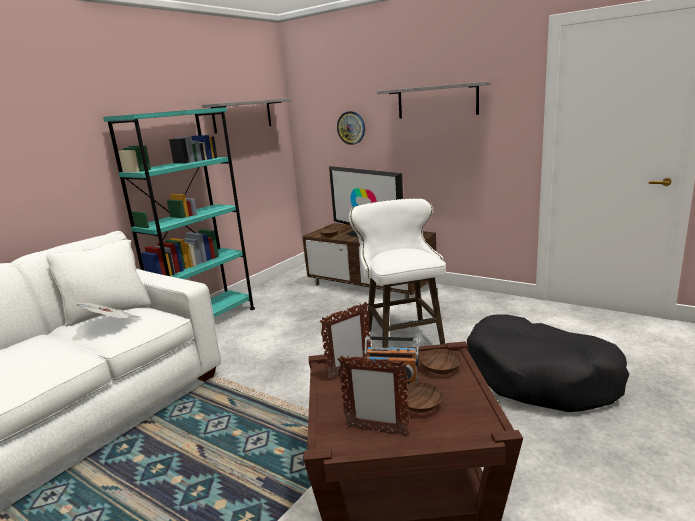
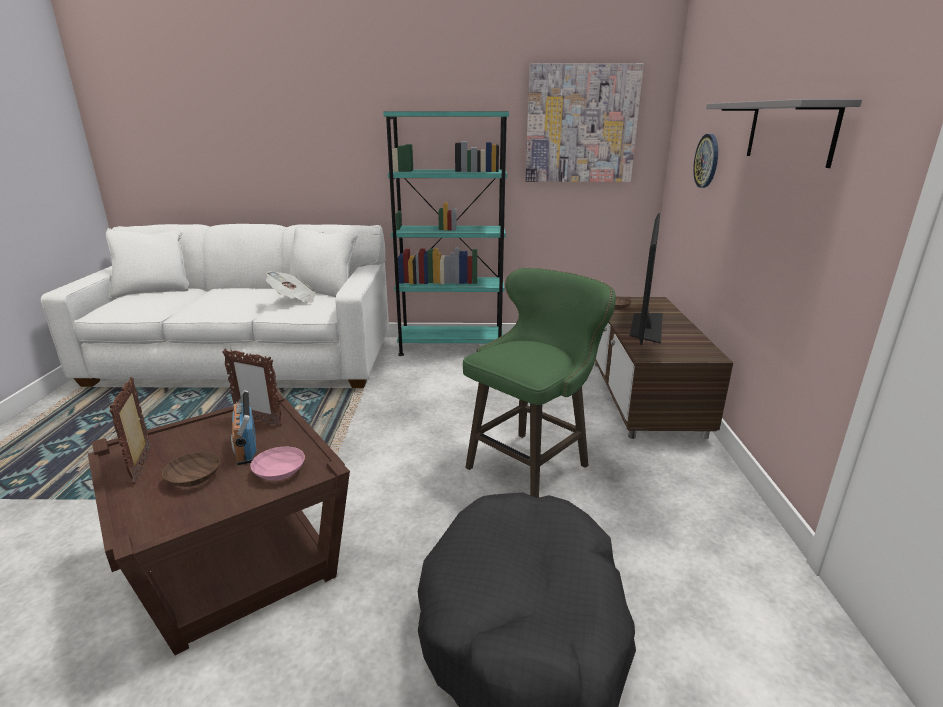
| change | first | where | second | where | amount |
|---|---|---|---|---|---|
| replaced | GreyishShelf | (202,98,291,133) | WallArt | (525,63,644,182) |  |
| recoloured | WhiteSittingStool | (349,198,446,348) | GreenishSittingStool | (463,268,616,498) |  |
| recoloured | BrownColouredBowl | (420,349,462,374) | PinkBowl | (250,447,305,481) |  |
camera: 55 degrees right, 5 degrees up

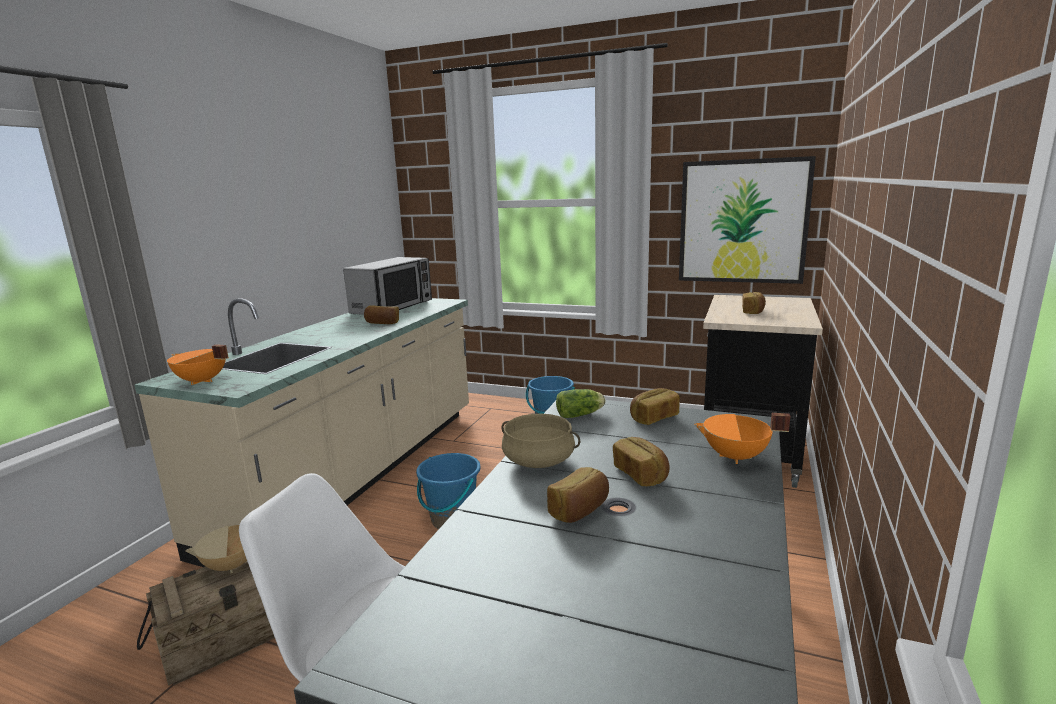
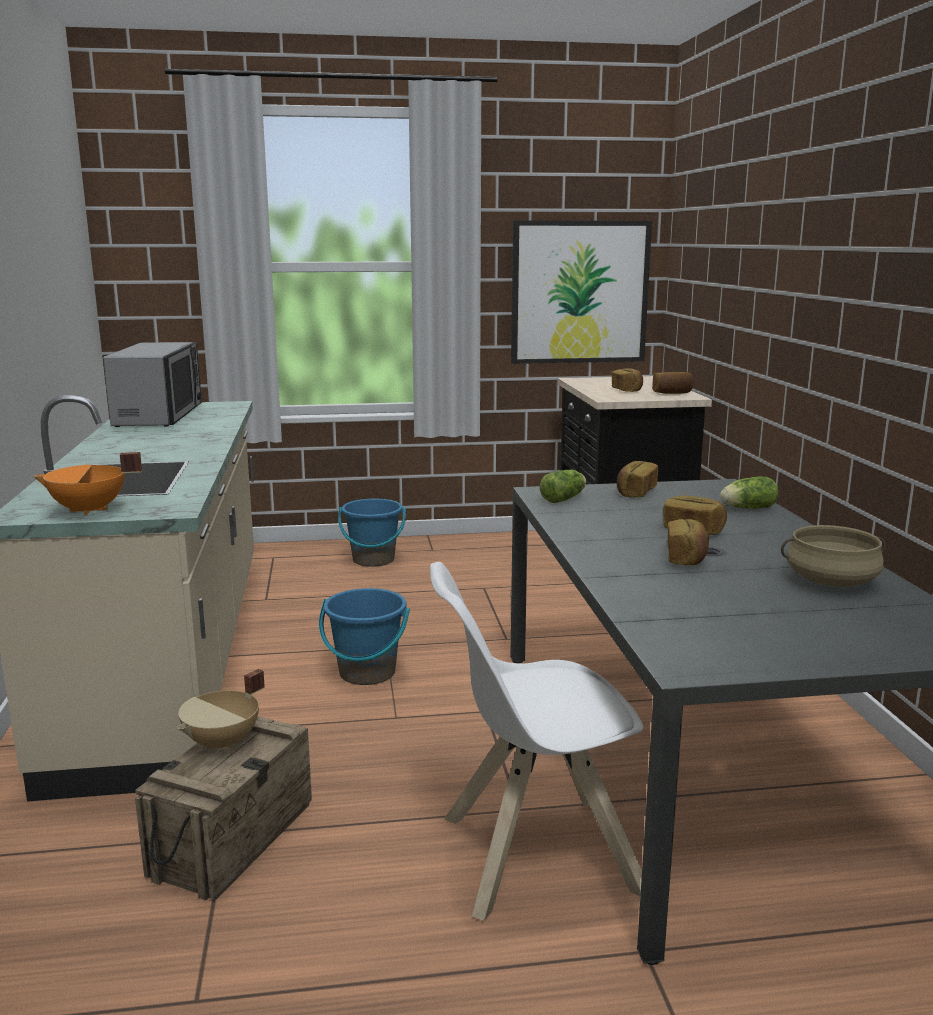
| change | first | where | second | where | amount |
|---|---|---|---|---|---|
| moved | BakedBread | (364,305,399,324) |  | (652,372,694,394) |  |
| replaced | OrangeColouredSaucepot | (694,413,790,464) | Lettuce | (720,476,778,509) |  |
| moved | BeigeColouredSaucepot | (502,414,581,468) |  | (781,525,886,587) |  |
camera: 30 degrees left, 0 degrees up

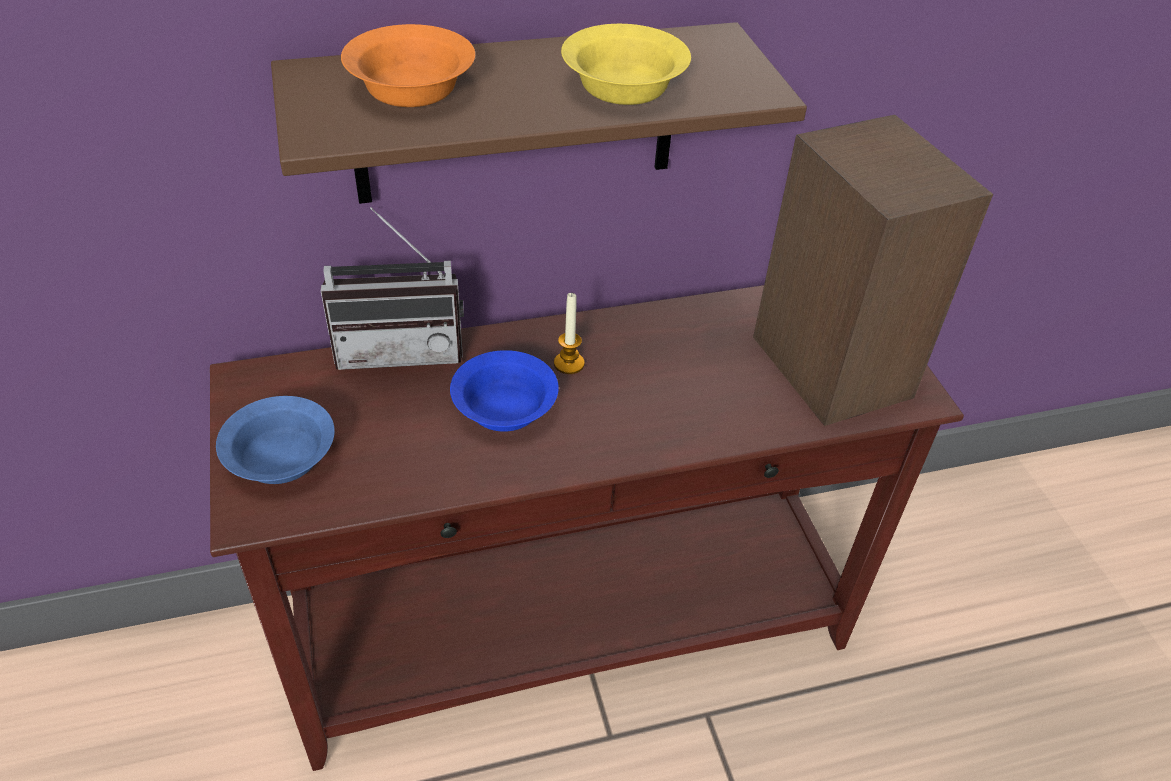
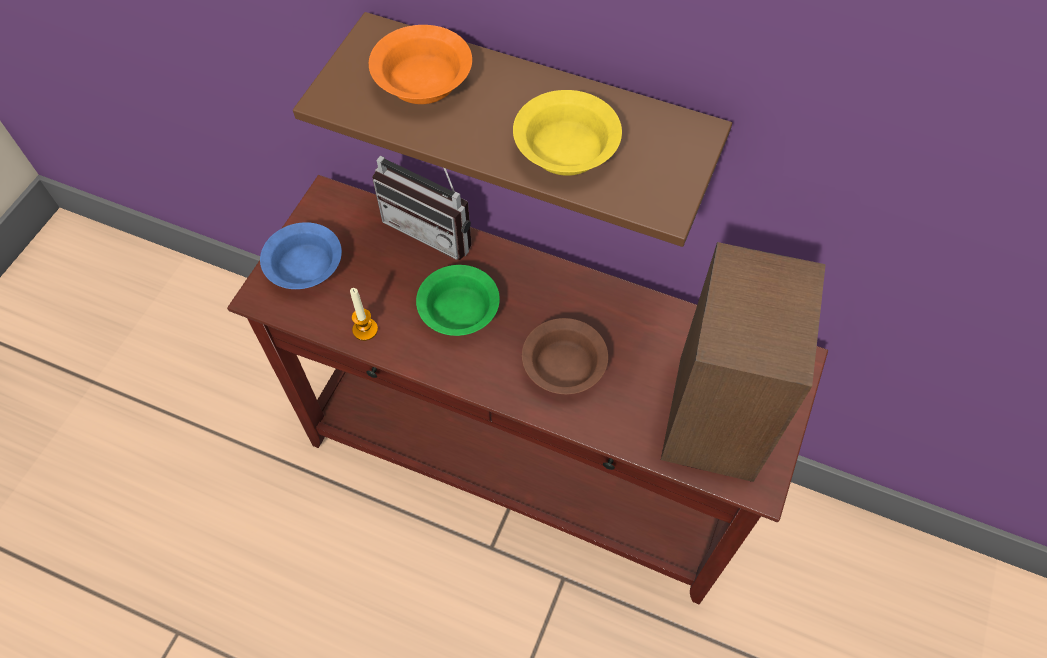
| change | first | where | second | where | amount |
|---|---|---|---|---|---|
| moved | WaxLight | (554,293,585,374) |  | (350,288,378,341) |  |
| recoloured | BlueBowl | (450,350,559,432) | GreenishBowl | (416,265,500,336) |  |
| added |  |  | BrownColouredBowl | (522,318,608,394) |  |
camera: 40 degrees right, 15 degrees up

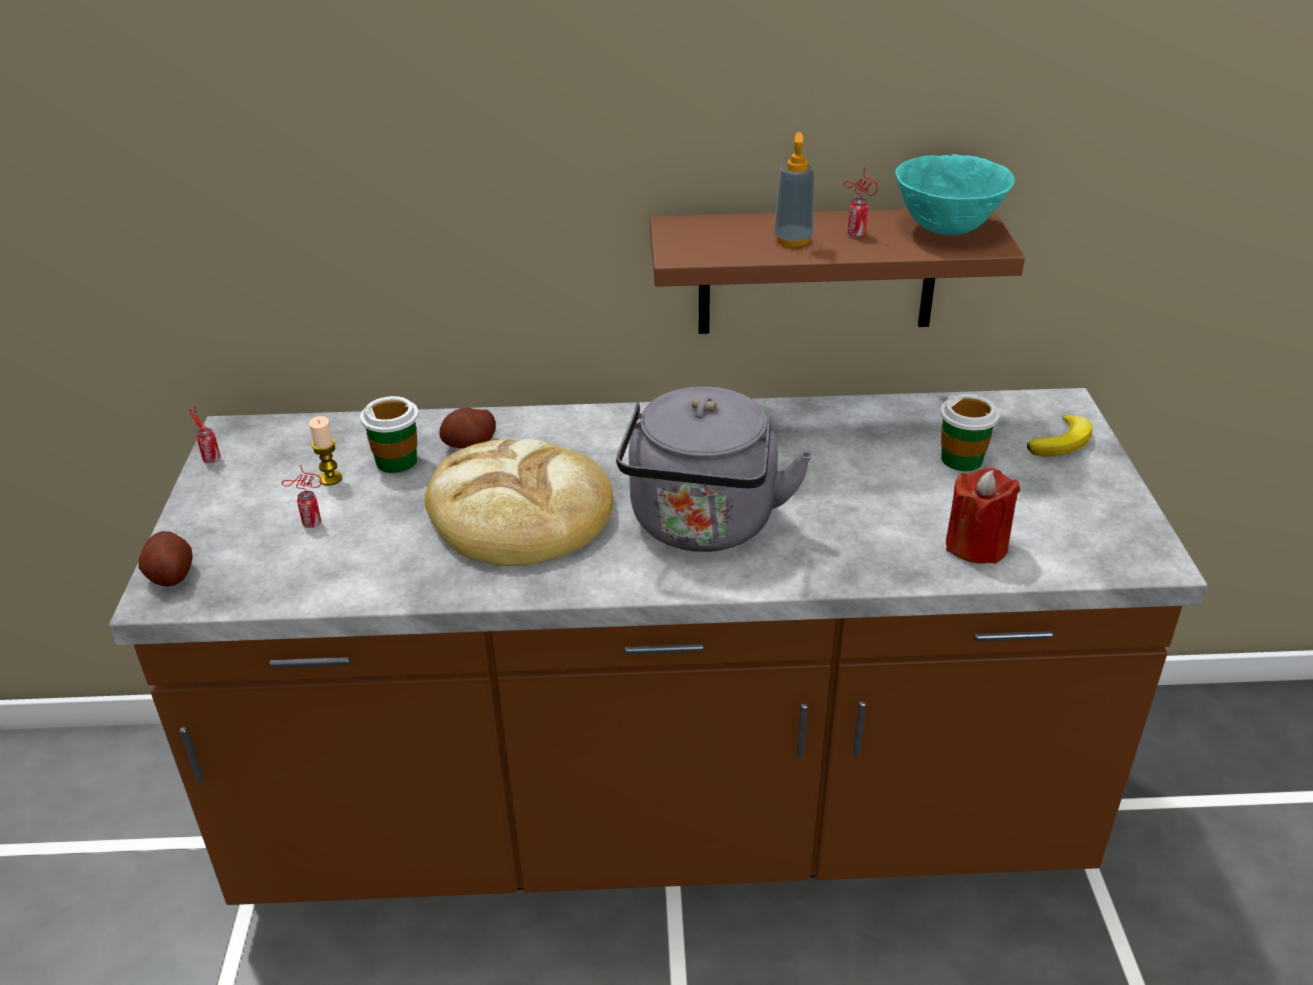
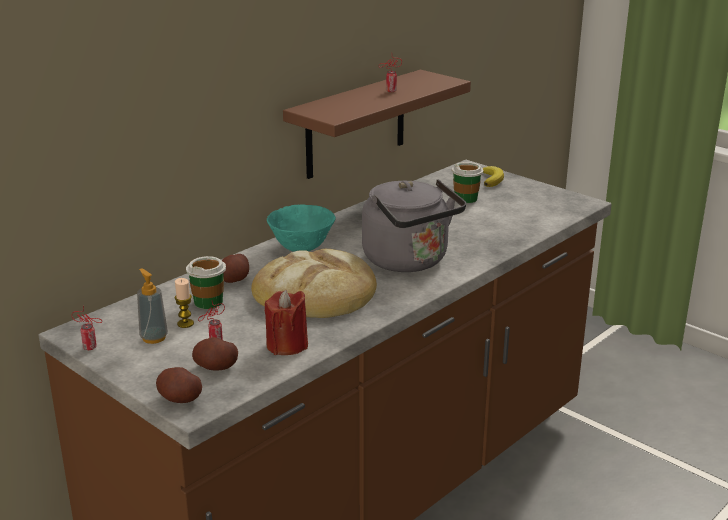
| change | first | where | second | where | amount |
|---|---|---|---|---|---|
| moved | LiquidSoapBottle | (774,132,815,247) |  | (137,268,168,344) |  |
| moved | TurquoiseBowl | (895,154,1015,235) |  | (267,204,336,252) |  |
| moved | ReddishWaxLight | (946,467,1020,564) |  | (265,290,308,355) |  |
| added |  |  | Potato | (192,337,238,370) |  |
camera: 45 degrees left, 10 degrees down

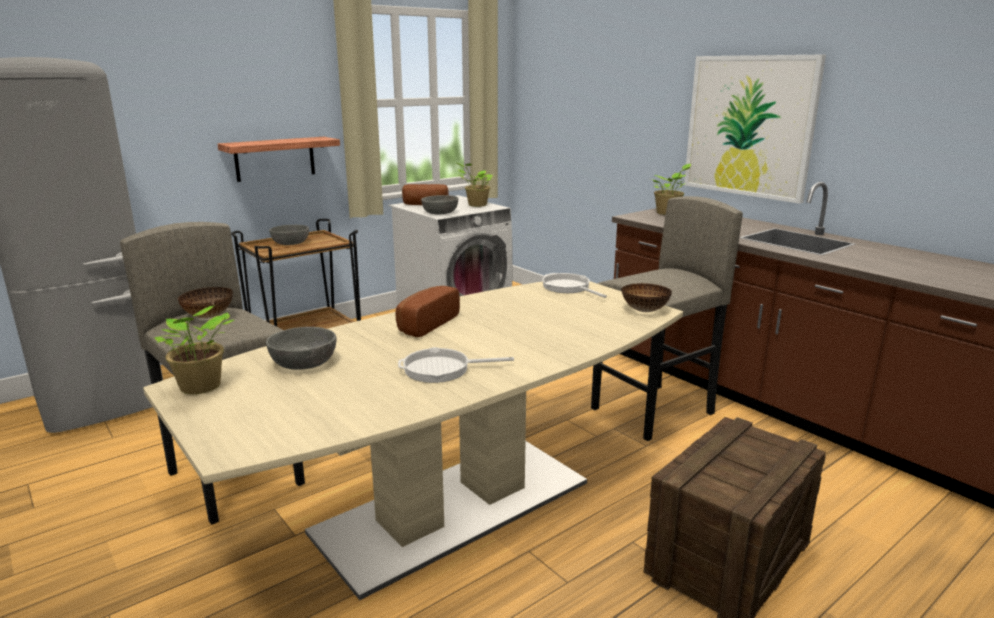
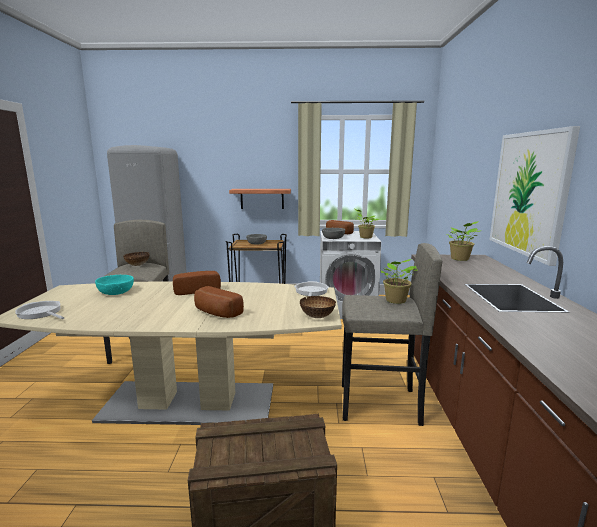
| change | first | where | second | where | amount |
|---|---|---|---|---|---|
| moved | Houseplant | (154,305,234,394) |  | (381,259,418,304) |  |
| recoloured | GreyishBowl | (266,327,337,370) | TurquoiseBowl | (95,275,134,295) |  |
| moved | Pan | (398,347,514,383) |  | (15,301,65,319) |  |
| added |  |  | BakedBread | (194,286,244,318) |  |
camera: 40 degrees right, 5 degrees down

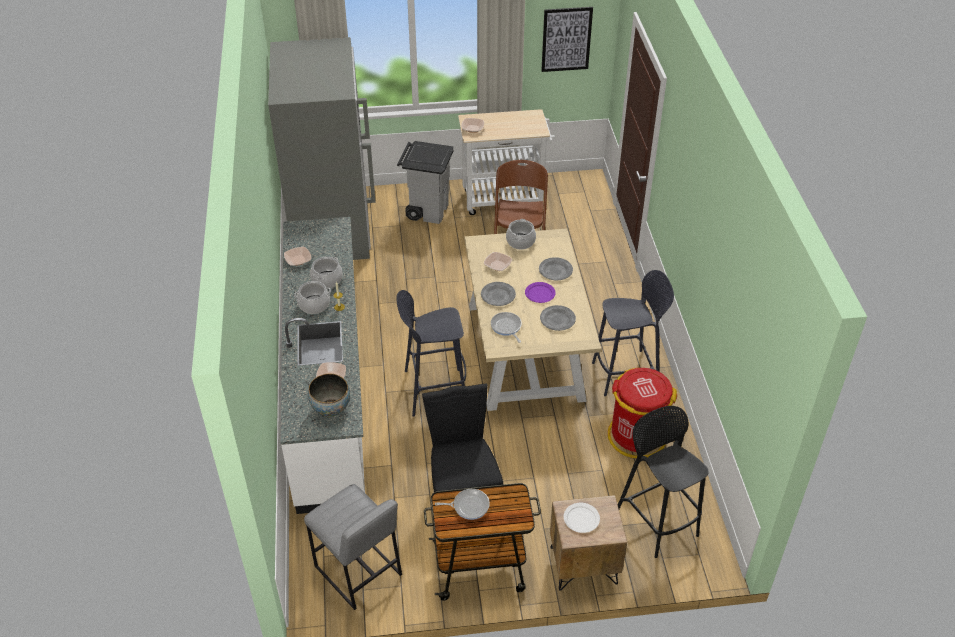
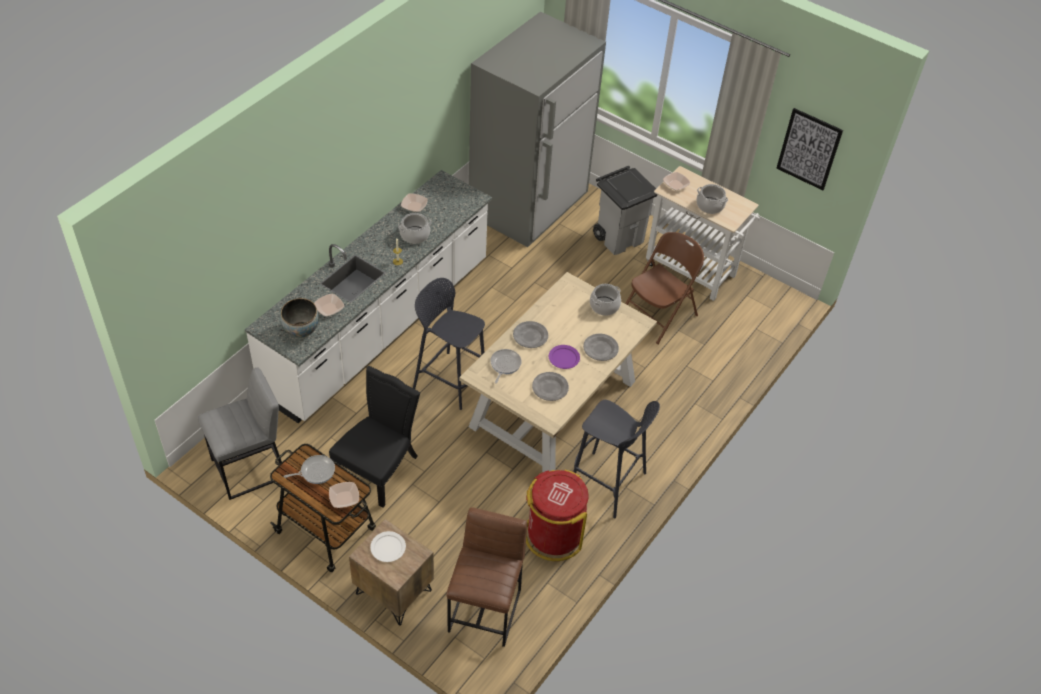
| change | first | where | second | where | amount |
|---|---|---|---|---|---|
| moved | Bowl | (484,252,512,271) |  | (329,482,359,508) |  |
| moved | Saucepot | (294,281,331,314) |  | (696,184,728,214) |  |
| replaced | BlackColouredSittingStool | (618,406,709,558) | BrownColouredUprightChair | (446,507,528,647) |  |
| turned | GreyishUprightChair | (304,484,402,610) |  | (198,367,282,500) | 120 degrees counterclockwise |
| turned | Pan | (435,489,490,520) |  | (284,455,335,484) | 60 degrees counterclockwise |
camera: 40 degrees right, 5 degrees up

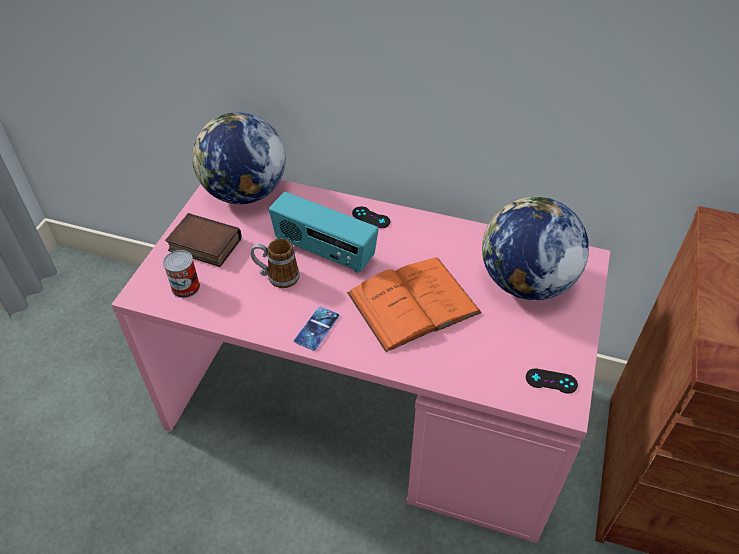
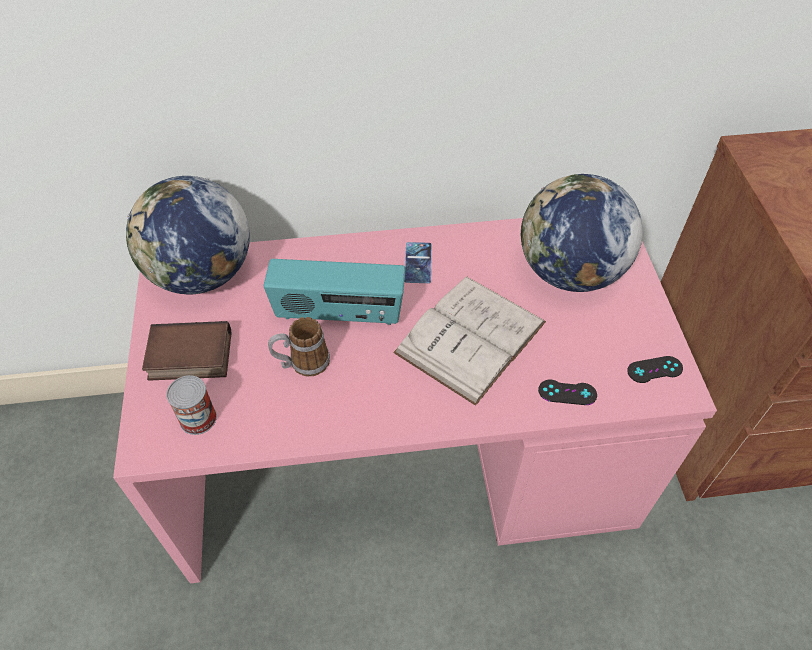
| change | first | where | second | where | amount |
|---|---|---|---|---|---|
| moved | BlackColouredGameController | (352,206,390,228) |  | (538,379,597,405) |  |
| recoloured | OrangeColouredBook | (347,257,482,352) | WhiteBook | (393,276,546,406) |  |
| moved | Telephone | (294,307,340,351) |  | (404,242,432,283) |  |
camera: 25 degrees left, 5 degrees up

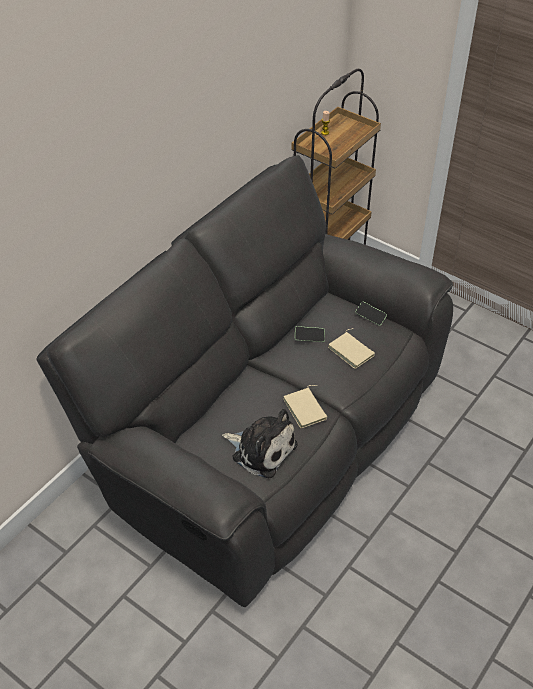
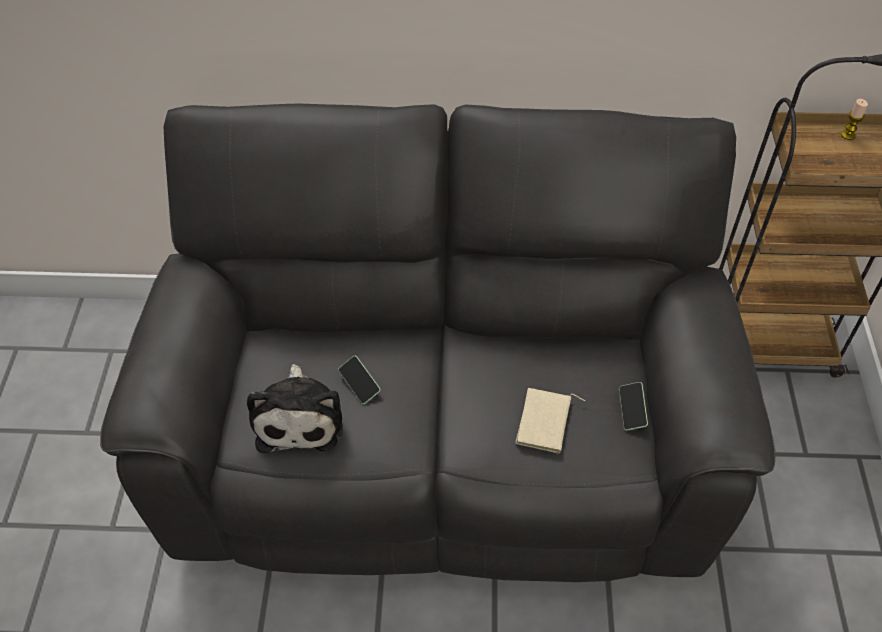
| change | first | where | second | where | amount |
|---|---|---|---|---|---|
| moved | Telephone | (295,326,325,342) |  | (338,356,381,404) |  |
| removed | BeigeColouredBook | (284,385,327,428) |  |  |  |
camera: 55 degrees right, 5 degrees up

